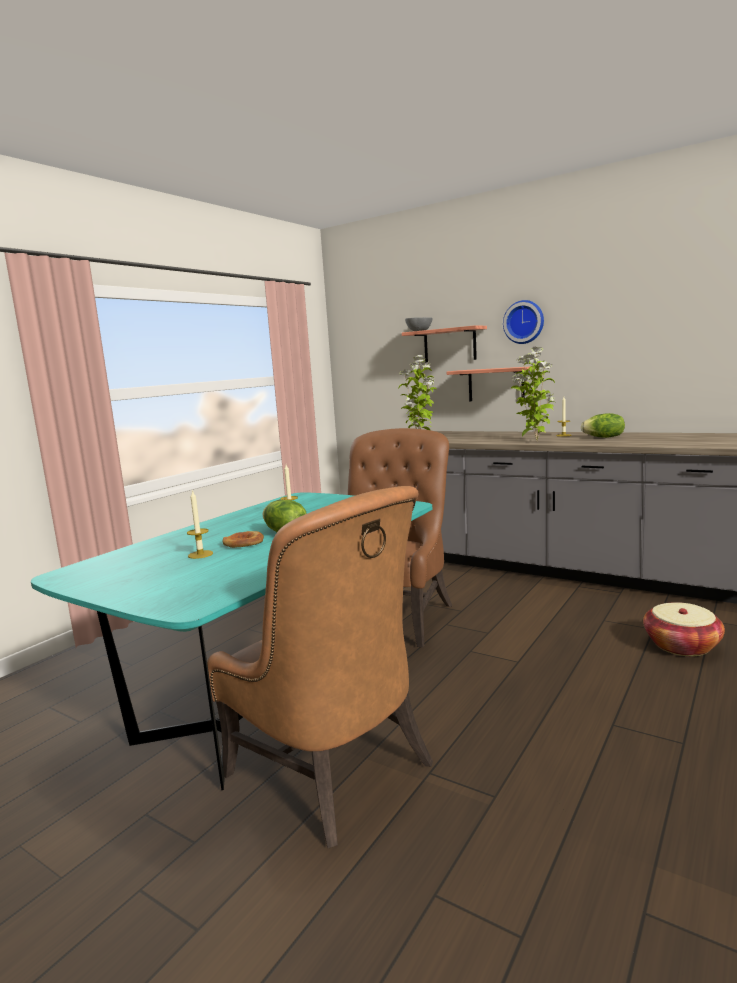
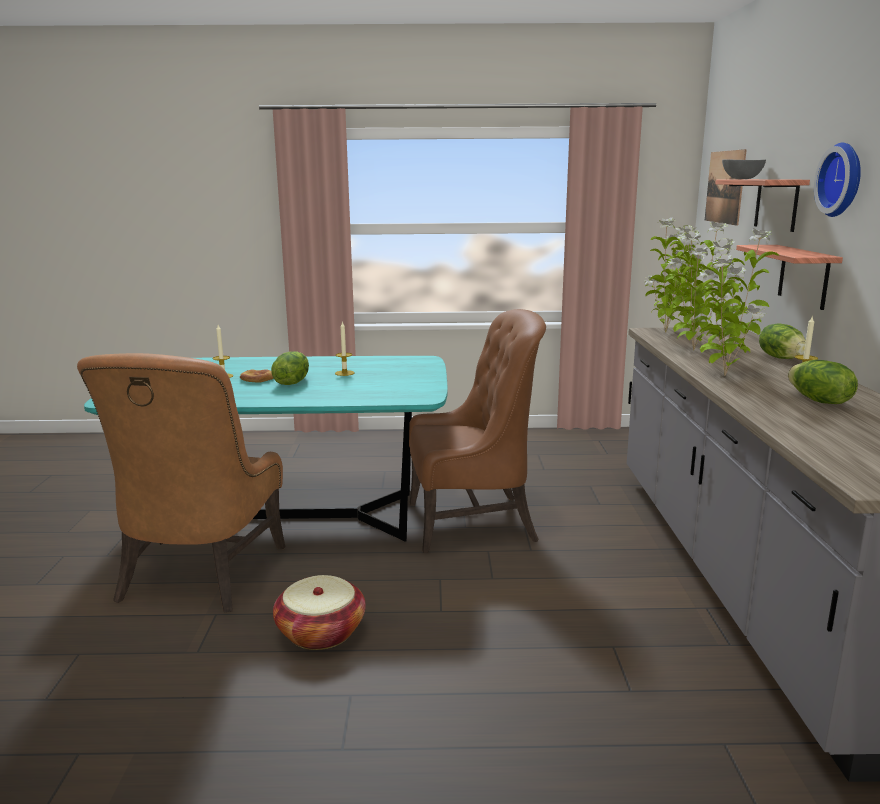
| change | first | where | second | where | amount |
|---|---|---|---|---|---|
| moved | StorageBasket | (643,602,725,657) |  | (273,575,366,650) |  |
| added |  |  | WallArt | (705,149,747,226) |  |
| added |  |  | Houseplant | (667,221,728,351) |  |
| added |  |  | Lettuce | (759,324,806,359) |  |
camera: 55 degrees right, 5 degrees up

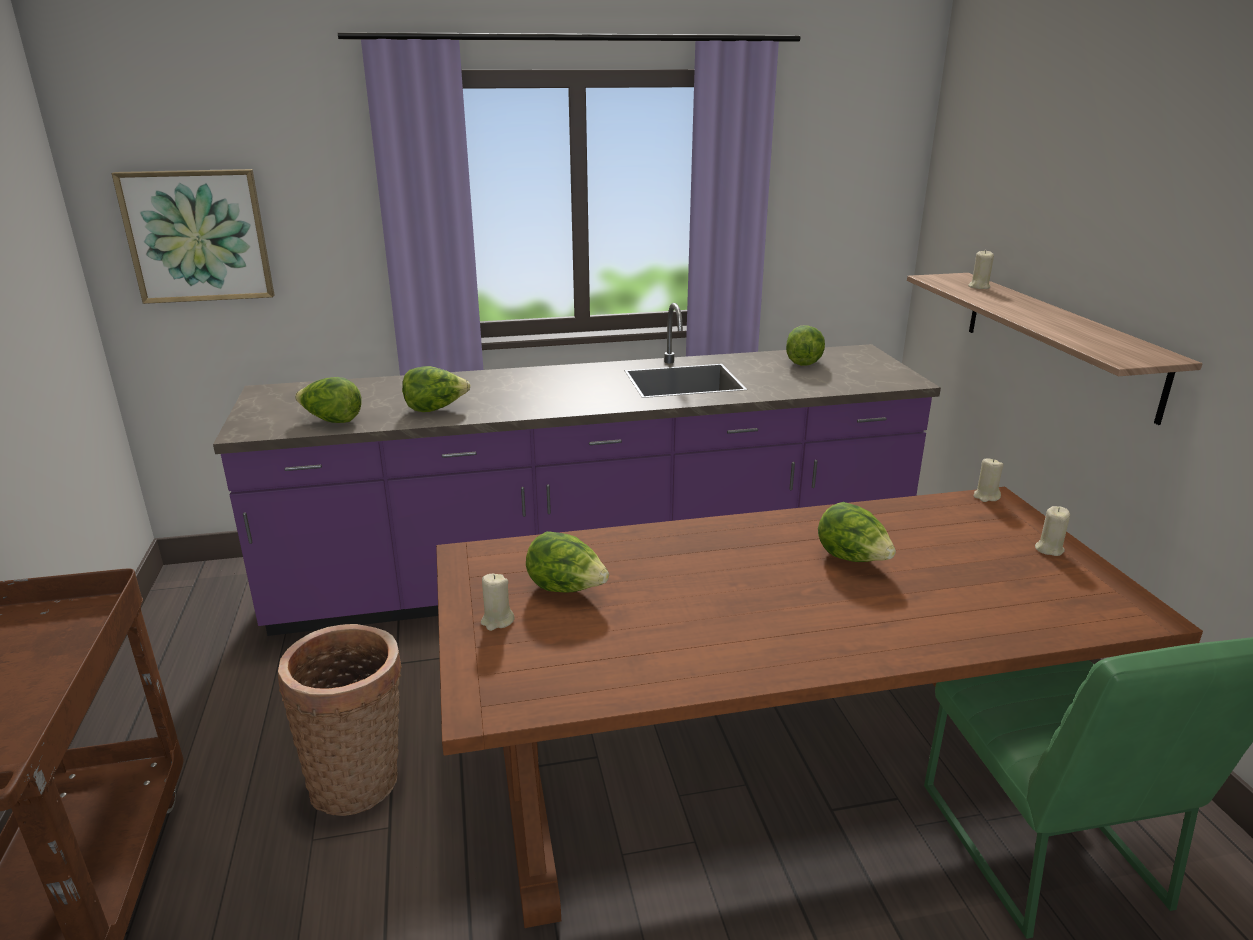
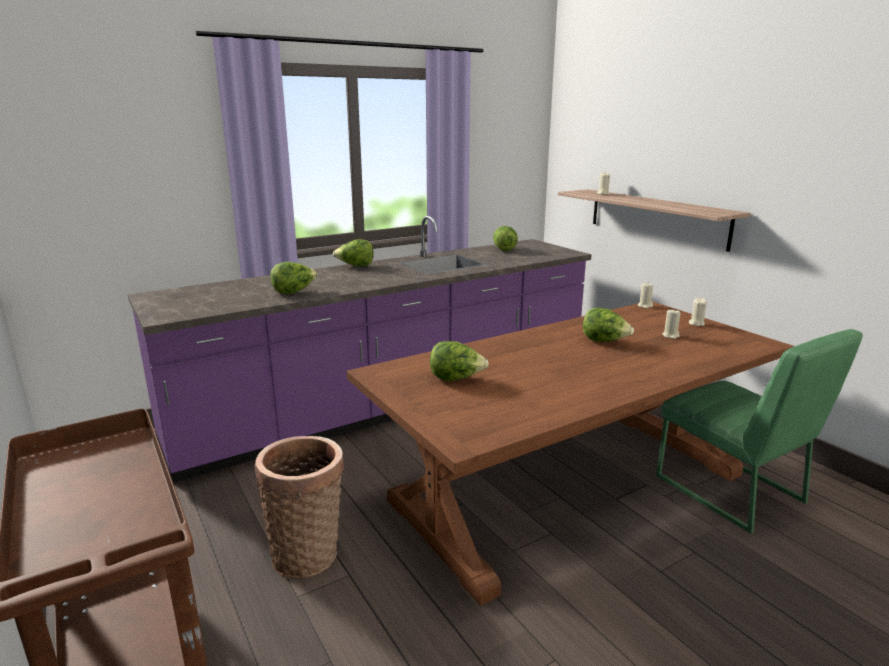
| change | first | where | second | where | amount |
|---|---|---|---|---|---|
| removed | WallArt | (111,169,274,304) |  |  |  |
| moved | Lettuce | (295,377,361,423) |  | (333,239,374,267) |  |
| moved | BeigeColouredWaxLight | (481,574,515,631) |  | (662,308,681,339) |  |
camera: 20 degrees left, 5 degrees down

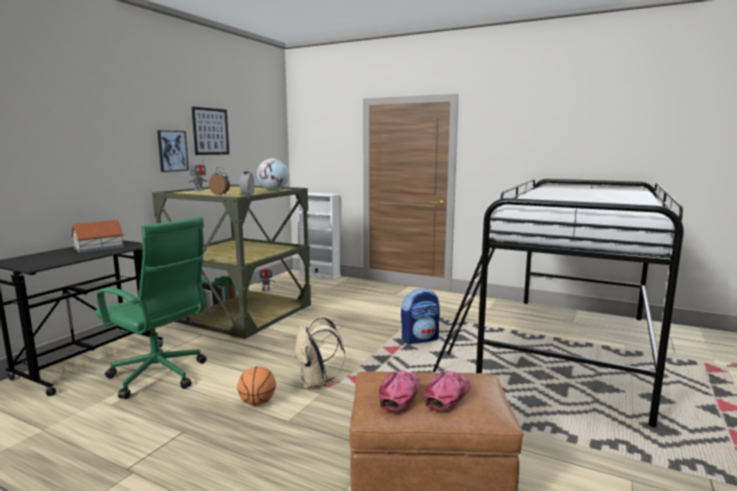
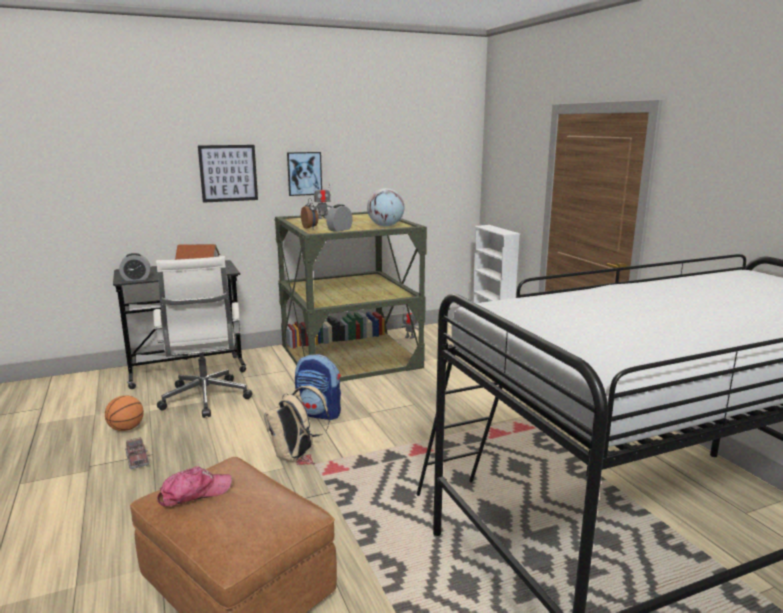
| change | first | where | second | where | amount |
|---|---|---|---|---|---|
| moved | WallArt | (192,107,229,155) |  | (198,145,258,203) |  |
| recoloured | GreenishDeskChair | (95,216,208,399) | WhiteDeskChair | (153,256,253,418) |  |
| moved | Rucksack | (401,288,440,344) |  | (295,354,341,420) |  |
| moved | BallForBasketball | (237,366,276,406) |  | (105,395,144,431) |  |
| removed | BaseballCap | (425,371,471,411) |  |  |  |
| added |  |  | BedsideClock | (119,253,150,281) |  |
| added |  |  | ModelTruck | (125,437,149,469) |  |
camera: 40 degrees right, 5 degrees up

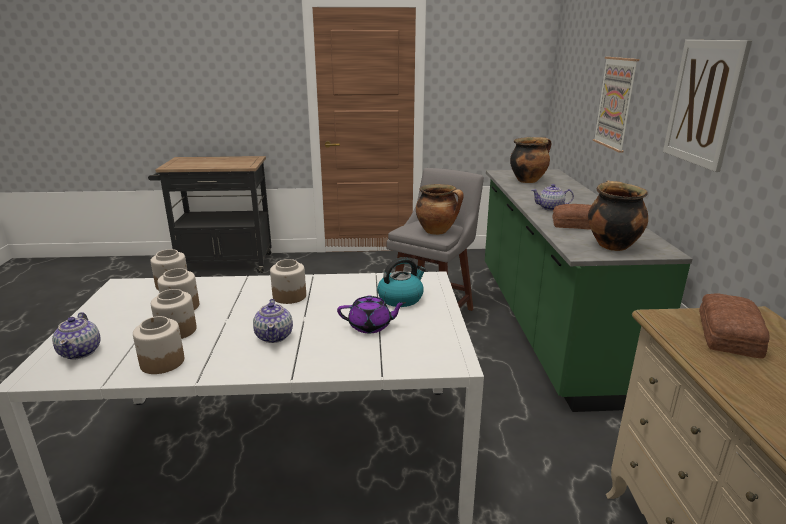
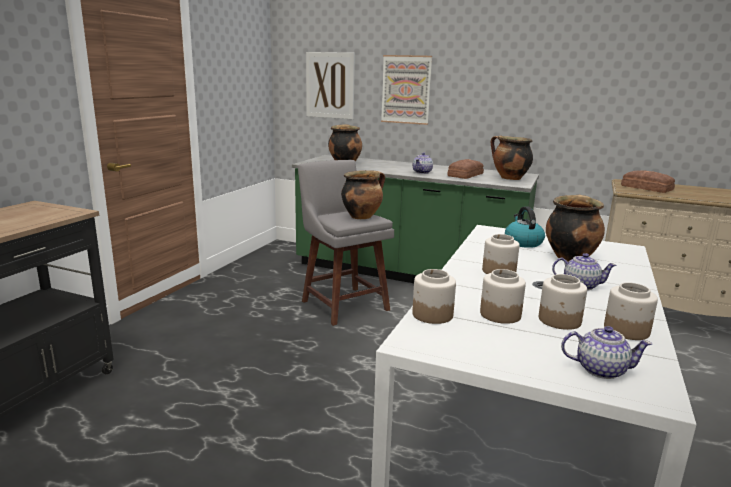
| change | first | where | second | where | amount |
|---|---|---|---|---|---|
| moved | WallArt | (663,40,752,172) |  | (306,52,355,119) |  |
| replaced | PurpleTeapot | (337,295,406,333) | Saucepot | (546,195,605,262) |  |
camera: 65 degrees left, 5 degrees down

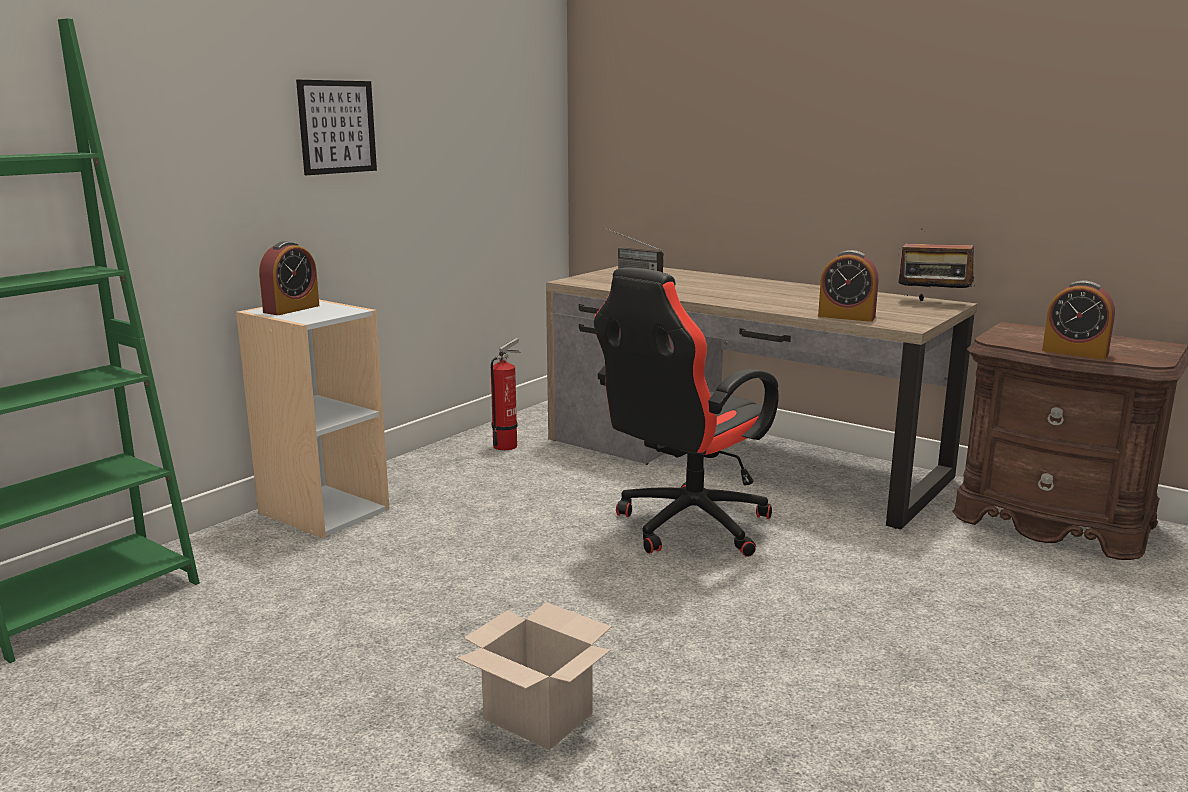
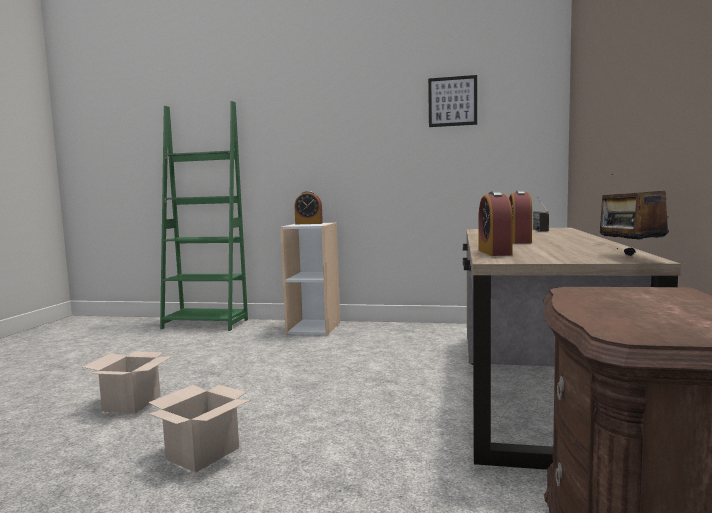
| change | first | where | second | where | amount |
|---|---|---|---|---|---|
| moved | WallArt | (296,80,377,175) |  | (428,75,477,127) |  |
| removed | BlackColouredDeskChair | (594,267,779,557) |  |  |  |
| moved | BedsideClock | (1042,281,1115,359) |  | (509,190,532,244) |  |
| removed | FireExtinguisher | (491,338,521,450) |  |  |  |
| added |  |  | Carton | (148,385,251,473) |  |
camera: 65 degrees right, 10 degrees down

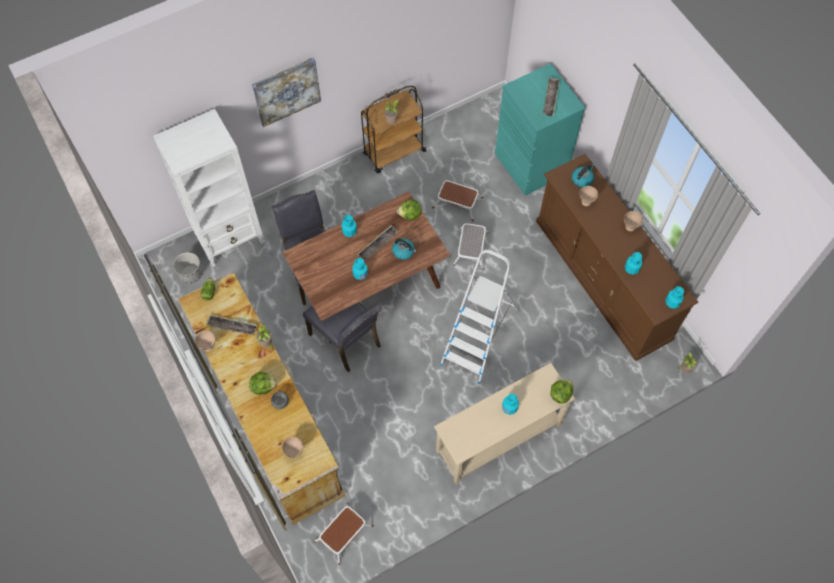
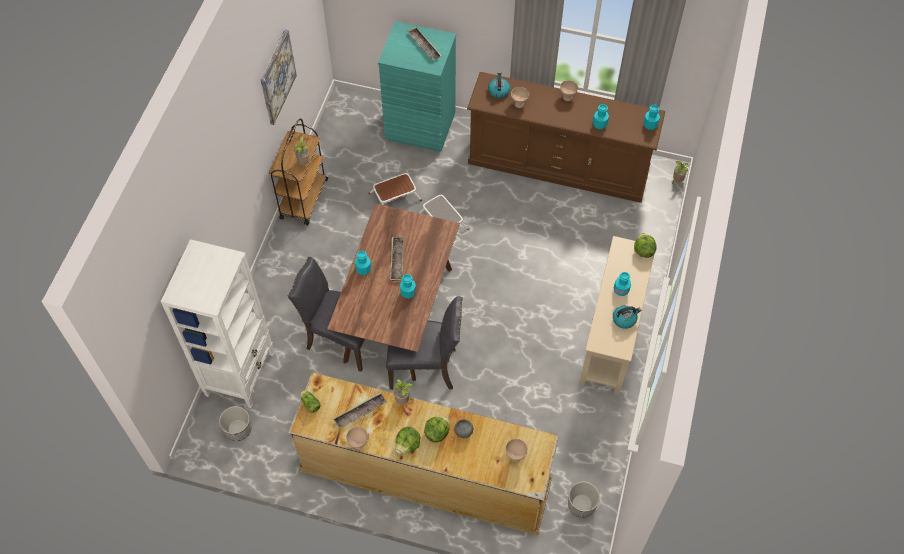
| change | first | where | second | where | amount |
|---|---|---|---|---|---|
| moved | WallArt | (252,57,321,127) |  | (261,29,297,125) |  |
| moved | Lettuce | (397,199,422,220) |  | (395,427,421,454) |  |
| moved | Kettle | (392,238,417,260) |  | (613,305,641,329) |  |
| removed | WhiteStepStool | (440,250,519,384) |  |  |  |
| replaced | BrownColouredStepStool | (313,503,374,565) | FlowerPot | (568,481,600,518) |  |
camera: 45 degrees left, 5 degrees down

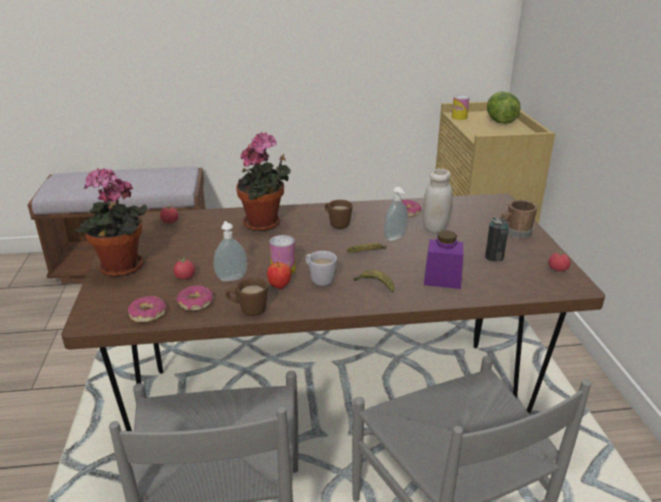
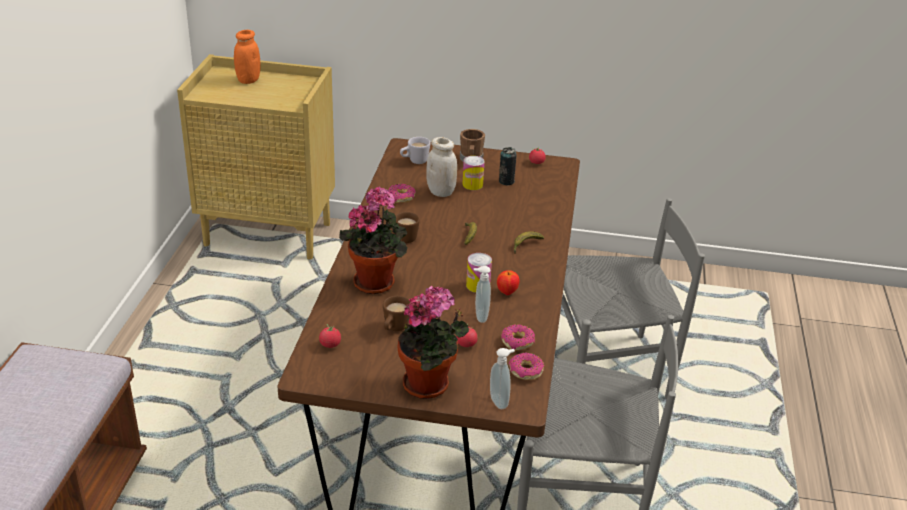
| change | first | where | second | where | amount |
|---|---|---|---|---|---|
| replaced | Lettuce | (487,91,520,124) | OrangeColouredStorageJar | (234,30,260,84) |  |
| moved | SealedCan | (452,95,469,120) |  | (462,156,485,190) |  |
| moved | LiquidSoapBottle | (384,187,408,241) |  | (490,348,515,409) |  |
| removed | PurpleStorageJar | (424,230,463,289) |  |  |  |
| moved | WhiteMug | (305,251,337,286) |  | (400,137,430,164) |  |
| moved | BrownColouredMug | (225,278,268,316) |  | (383,296,411,331) |  |
camera: 75 degrees left, 5 degrees up

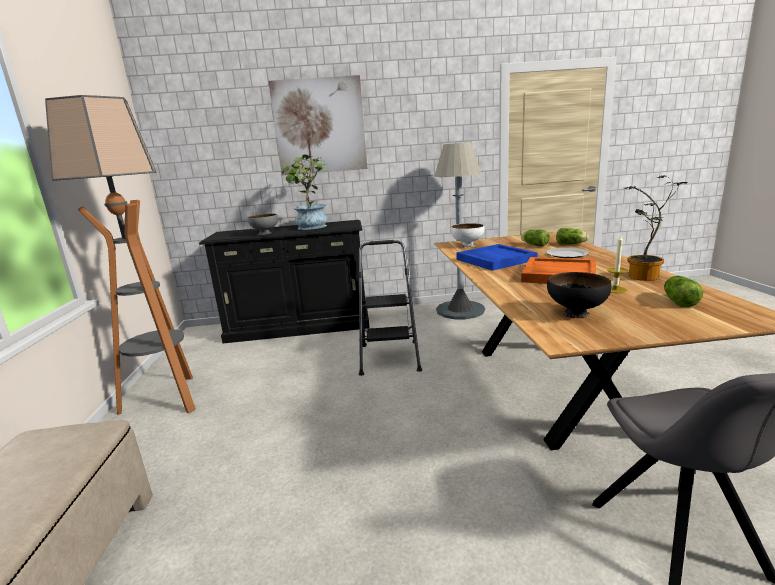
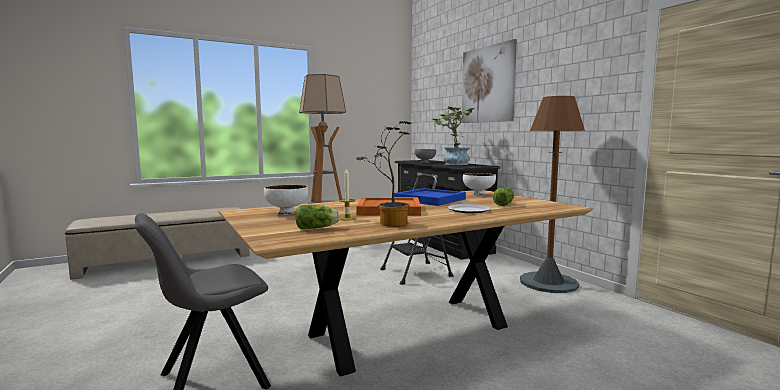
| change | first | where | second | where | amount |
|---|---|---|---|---|---|
| recoloured | GreyishStandingLamp | (434,142,485,319) | BrownColouredStandingLamp | (520,96,585,293) |  |
| removed | Lettuce | (556,228,588,245) |  |  |  |
| recoloured | BlackColouredBowl | (547,272,612,318) | WhiteBowl | (264,185,308,214) |  |
camera: 65 degrees right, 10 degrees down

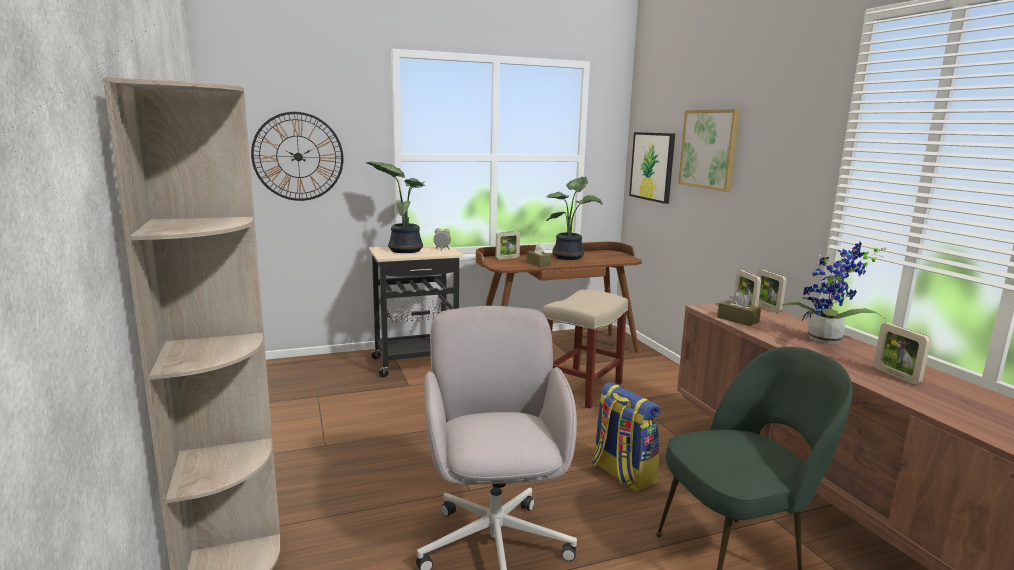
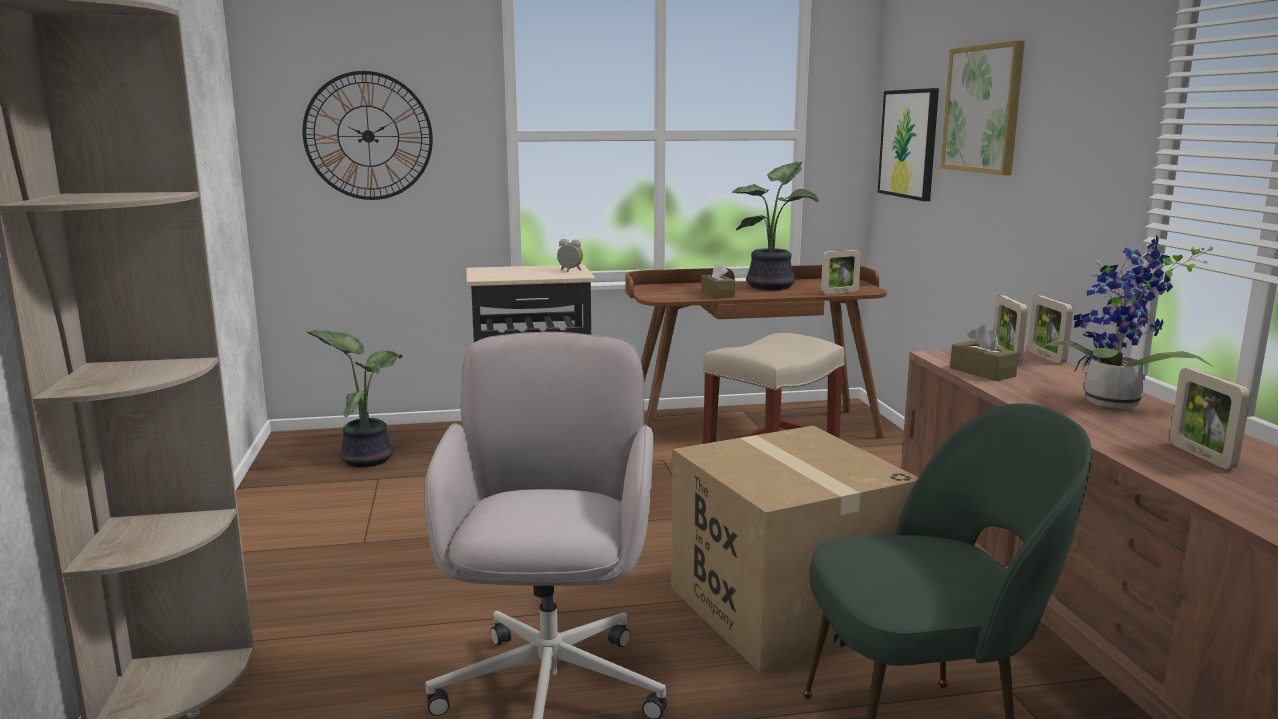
| change | first | where | second | where | amount |
|---|---|---|---|---|---|
| moved | Houseplant | (366,161,425,253) |  | (306,330,402,467) |  |
| moved | PictureFrame | (496,231,520,260) |  | (821,250,861,294) |  |
| replaced | Rucksack | (592,382,660,492) | Carton | (671,426,919,673) |  |
camera: 10 degrees right, 0 degrees up

